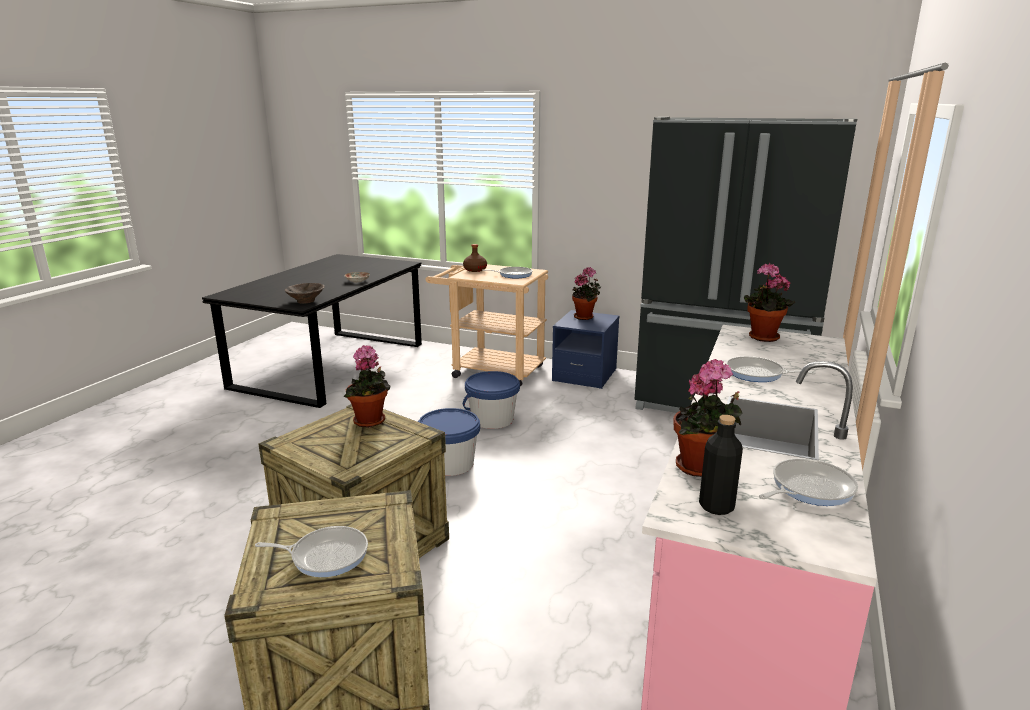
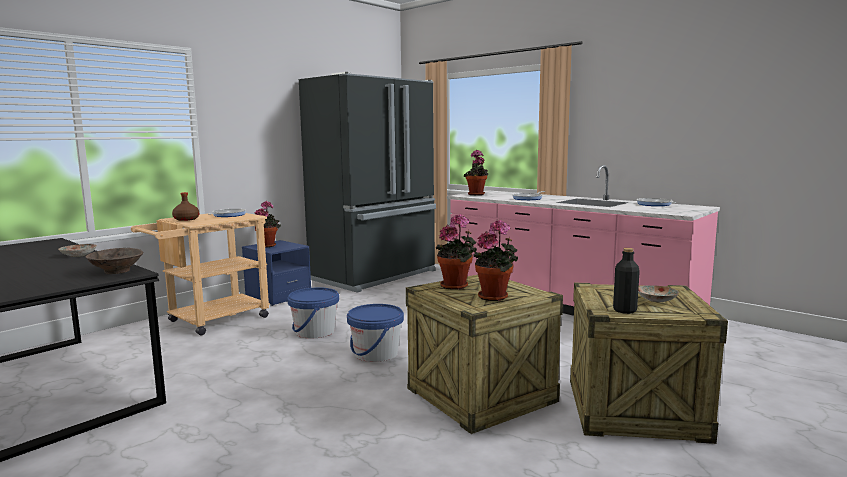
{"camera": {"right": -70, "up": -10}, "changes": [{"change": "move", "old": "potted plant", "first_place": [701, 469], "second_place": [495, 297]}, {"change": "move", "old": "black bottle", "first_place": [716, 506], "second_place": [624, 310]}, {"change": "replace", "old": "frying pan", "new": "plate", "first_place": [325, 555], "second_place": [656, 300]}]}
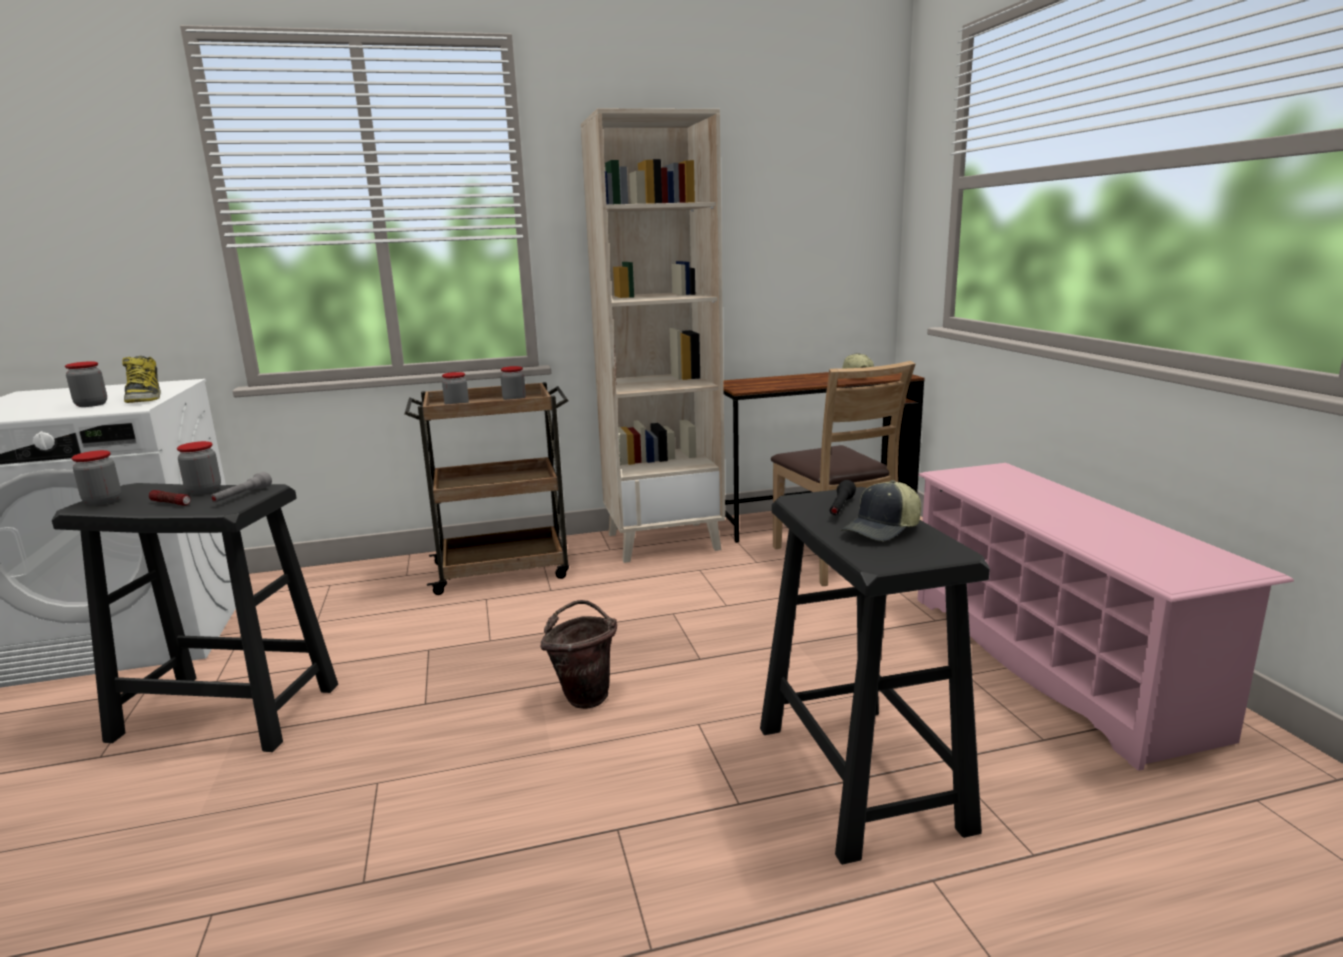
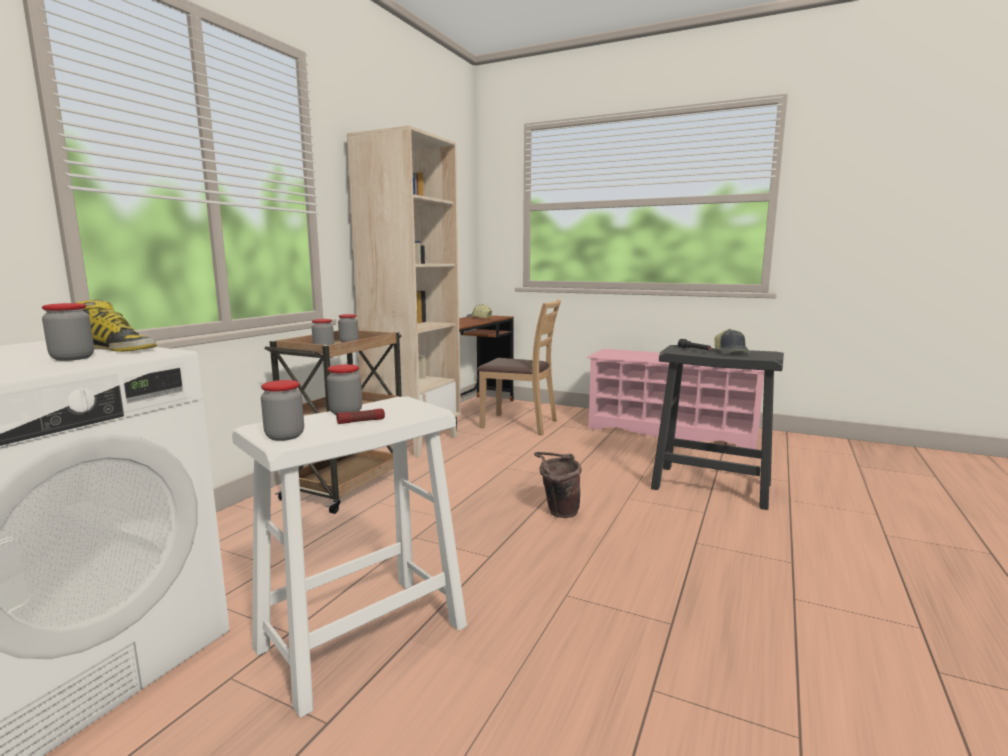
{"camera": {"right": -50, "up": -5}, "changes": [{"change": "delete", "old": "grey flashlight", "first_place": [242, 496]}, {"change": "recolor", "old": "black stool", "new": "white stool", "first_place": [228, 712], "second_place": [364, 636]}]}
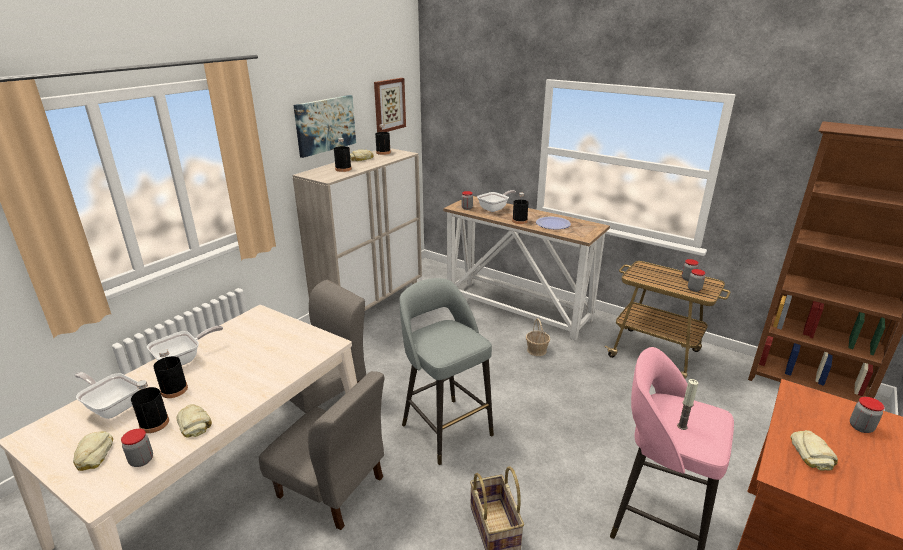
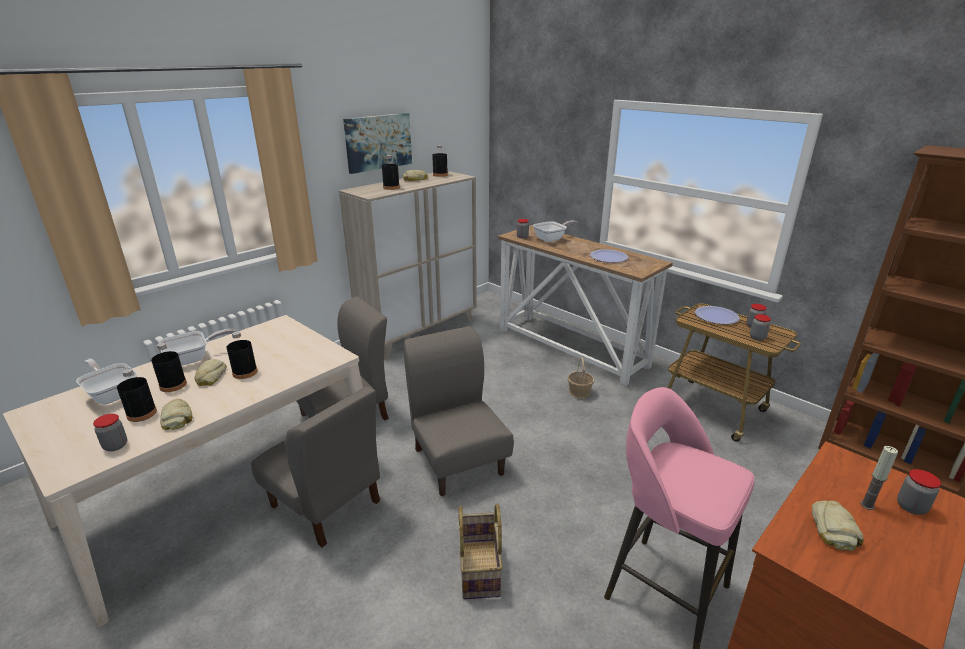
{"camera": {"right": 10, "up": 0}, "changes": [{"change": "delete", "old": "picture", "first_place": [389, 105]}, {"change": "insert", "new": "plate", "second_place": [716, 316]}, {"change": "move", "old": "bread", "first_place": [93, 455], "second_place": [210, 376]}, {"change": "move", "old": "black bottle", "first_place": [519, 221], "second_place": [245, 372]}, {"change": "move", "old": "candle", "first_place": [682, 426], "second_place": [867, 505]}, {"change": "replace", "old": "grey stool", "new": "grey chair", "first_place": [445, 428], "second_place": [458, 460]}]}
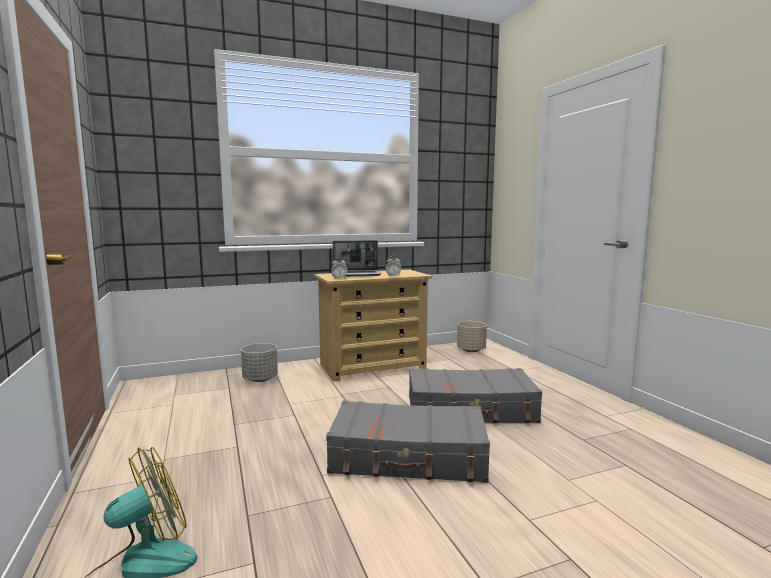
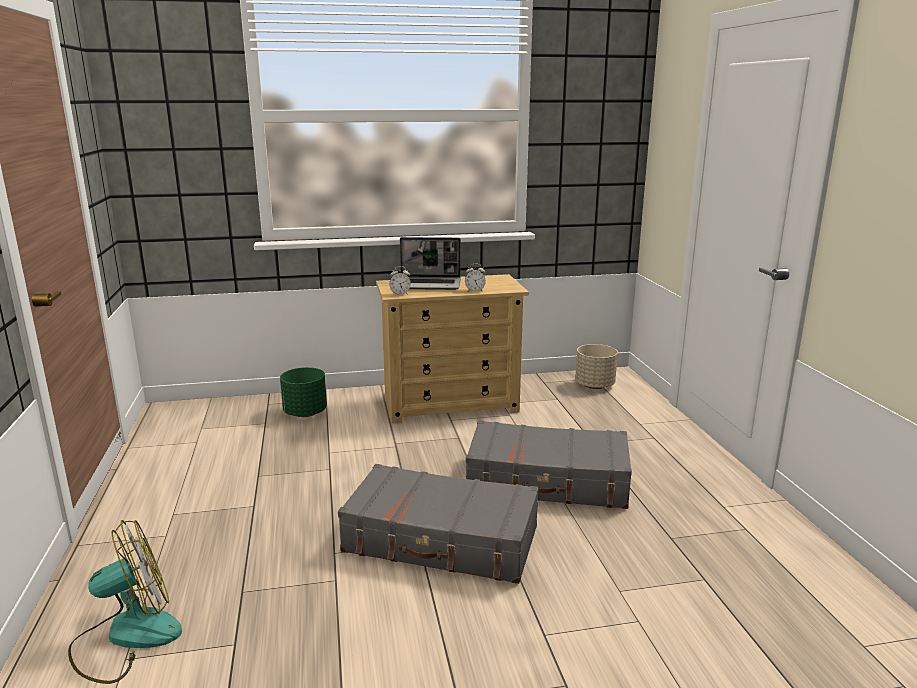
{"camera": {"right": 10, "up": 10}, "changes": [{"change": "recolor", "old": "grey planter", "new": "green planter", "first_place": [260, 379], "second_place": [305, 413]}]}
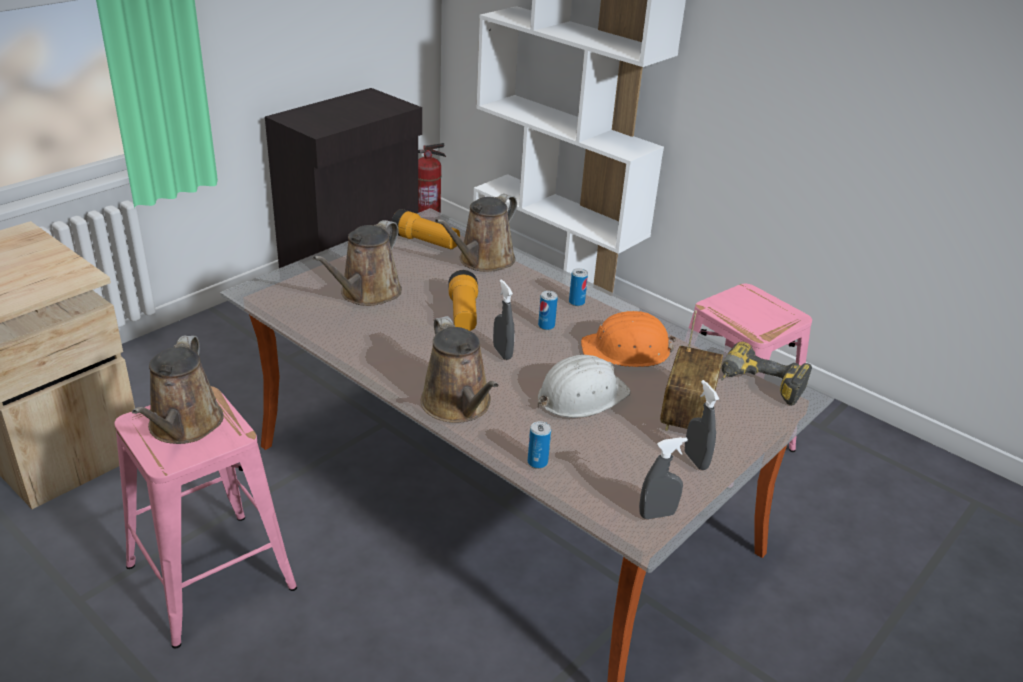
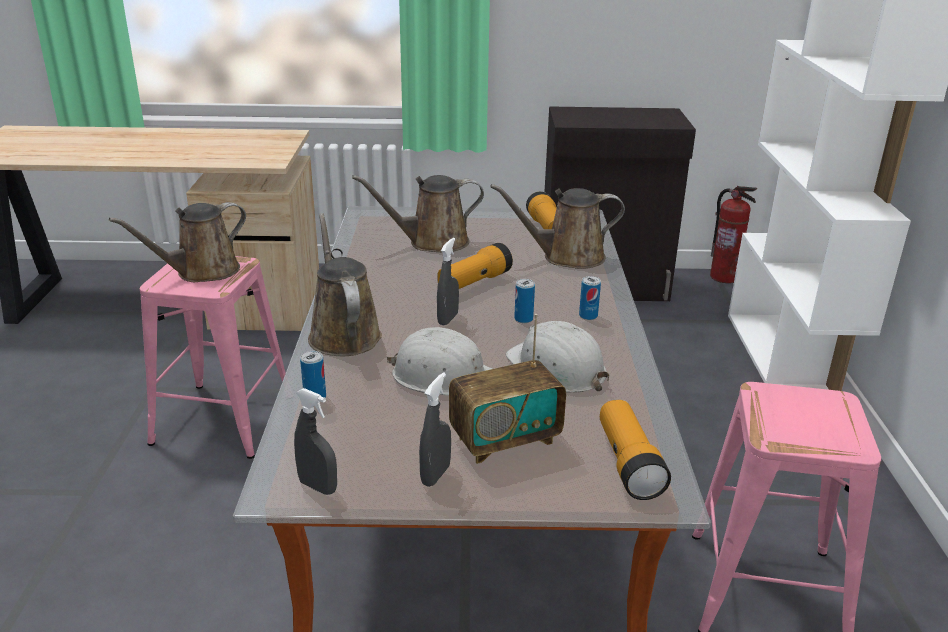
{"camera": {"right": 50, "up": -5}, "changes": [{"change": "replace", "old": "power drill", "new": "flashlight", "first_place": [758, 387], "second_place": [628, 463]}, {"change": "recolor", "old": "orange hard hat", "new": "white hard hat", "first_place": [627, 350], "second_place": [557, 368]}, {"change": "rotate", "old": "brown watering can", "first_place": [459, 406], "second_place": [343, 334], "degrees": 135}]}
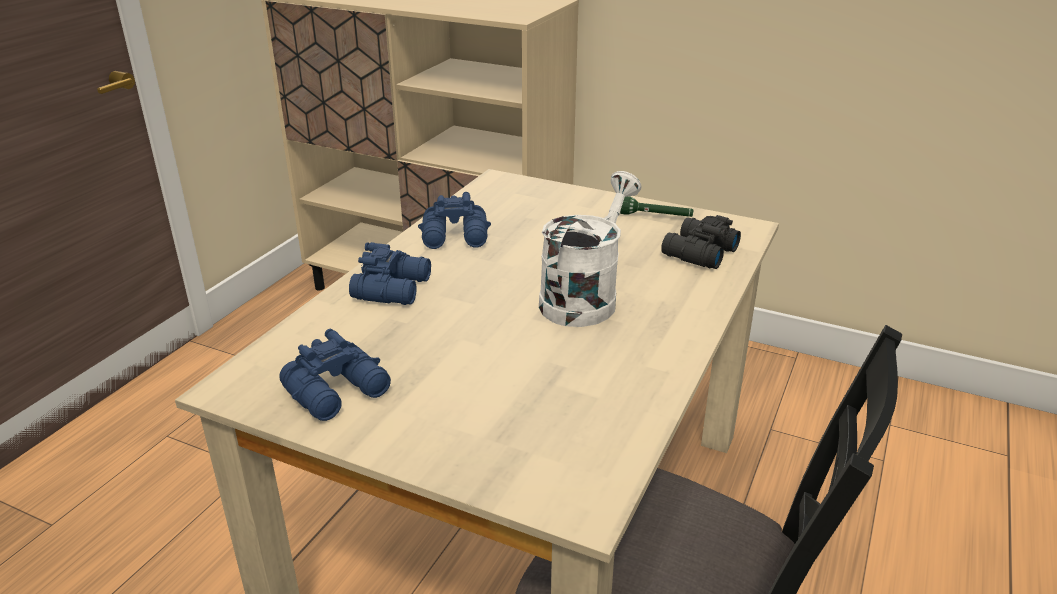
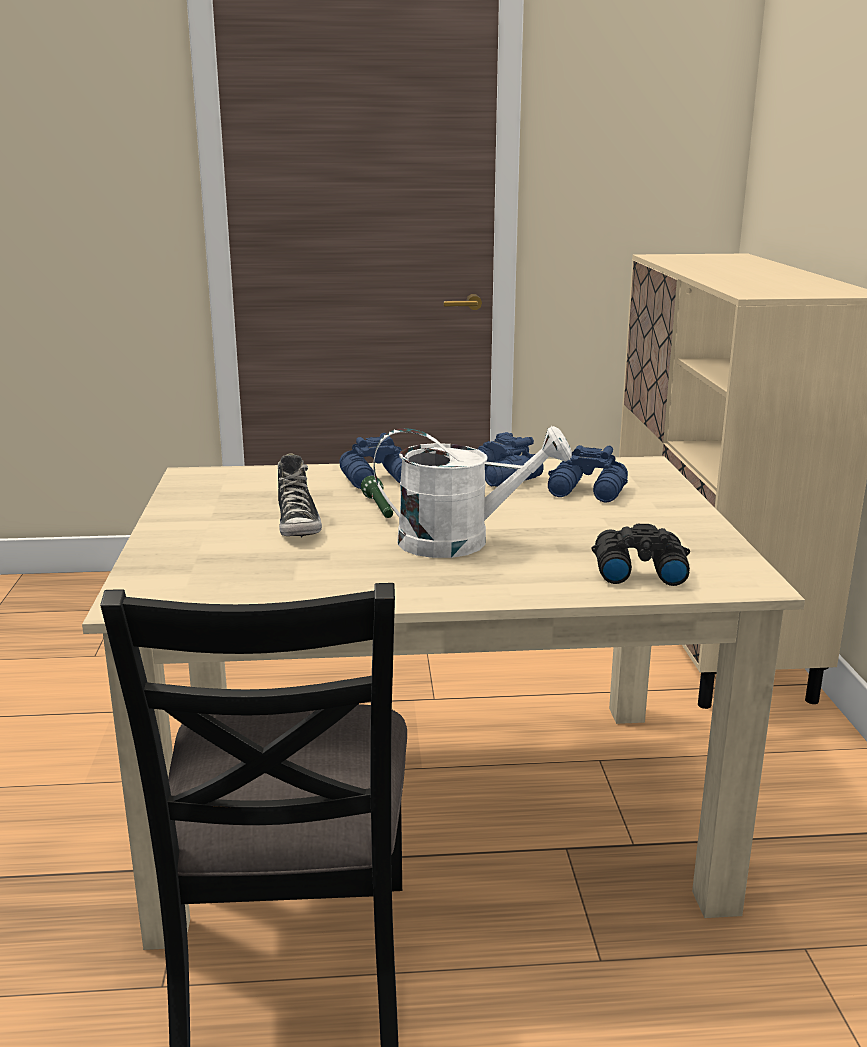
{"camera": {"right": 60, "up": -10}, "changes": [{"change": "insert", "new": "shoe", "second_place": [298, 525]}, {"change": "move", "old": "blue binoculars", "first_place": [340, 392], "second_place": [588, 492]}, {"change": "move", "old": "green flashlight", "first_place": [655, 217], "second_place": [379, 509]}]}
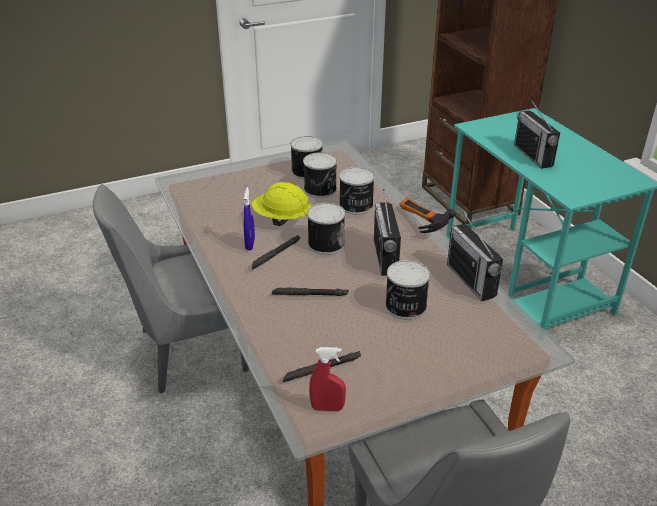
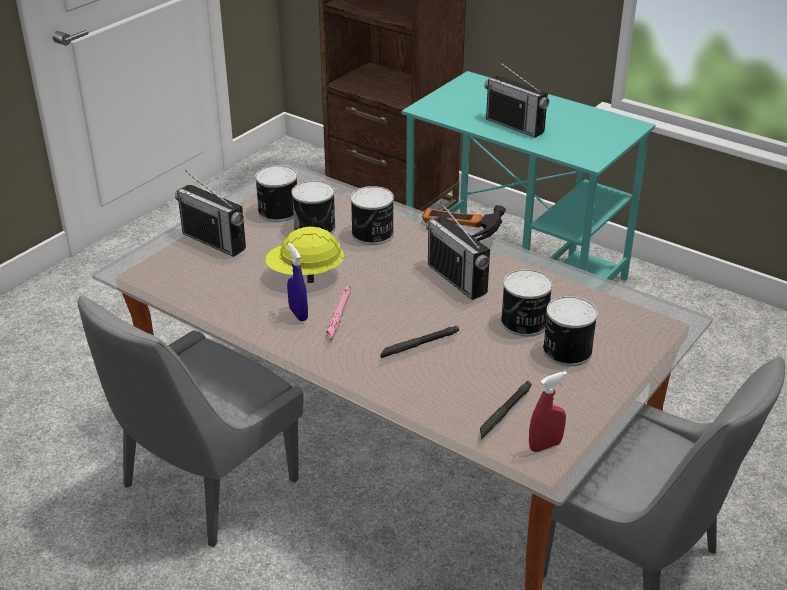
{"camera": {"right": -30, "up": 0}, "changes": [{"change": "move", "old": "can", "first_place": [325, 243], "second_place": [565, 350]}, {"change": "move", "old": "radio", "first_place": [471, 280], "second_place": [214, 241]}, {"change": "recolor", "old": "black flashlight", "new": "pink flashlight", "first_place": [275, 254], "second_place": [339, 315]}]}
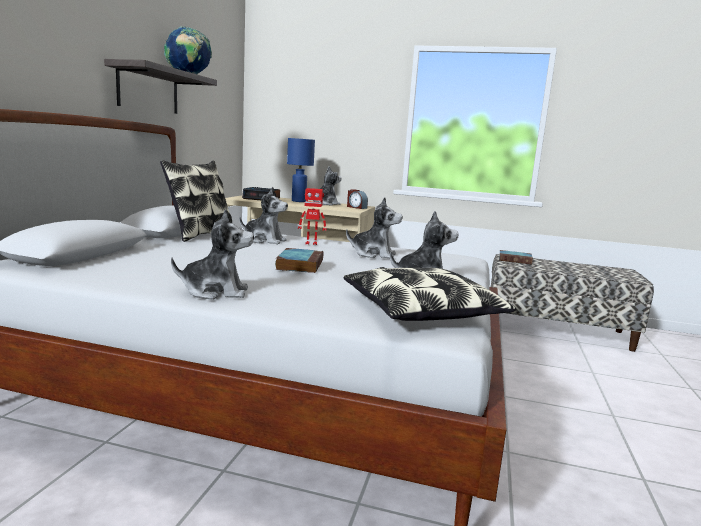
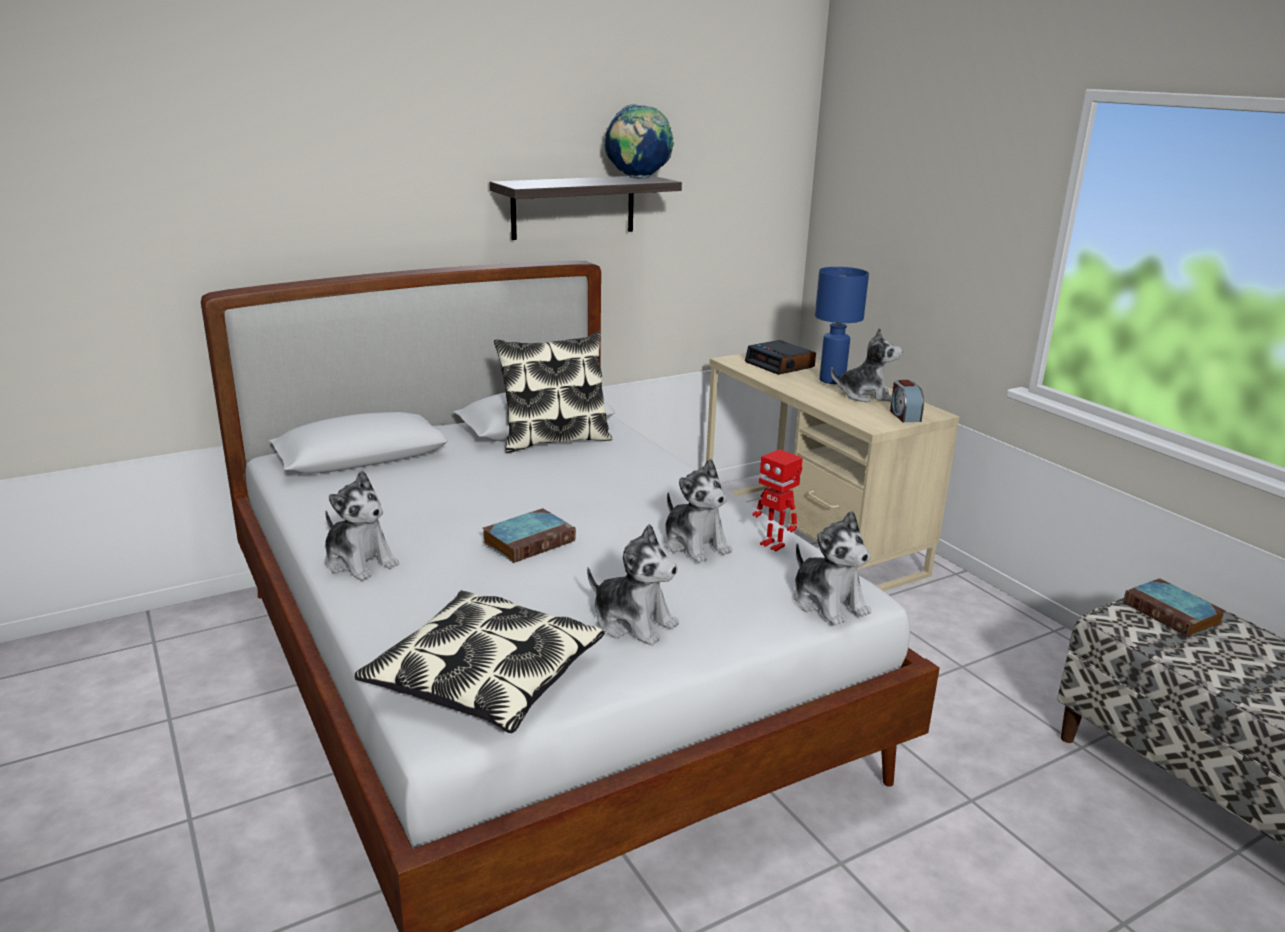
{"camera": {"right": 45, "up": 10}, "changes": [{"change": "move", "old": "plush toy", "first_place": [264, 240], "second_place": [828, 603]}, {"change": "move", "old": "toy robot", "first_place": [311, 243], "second_place": [773, 545]}]}
